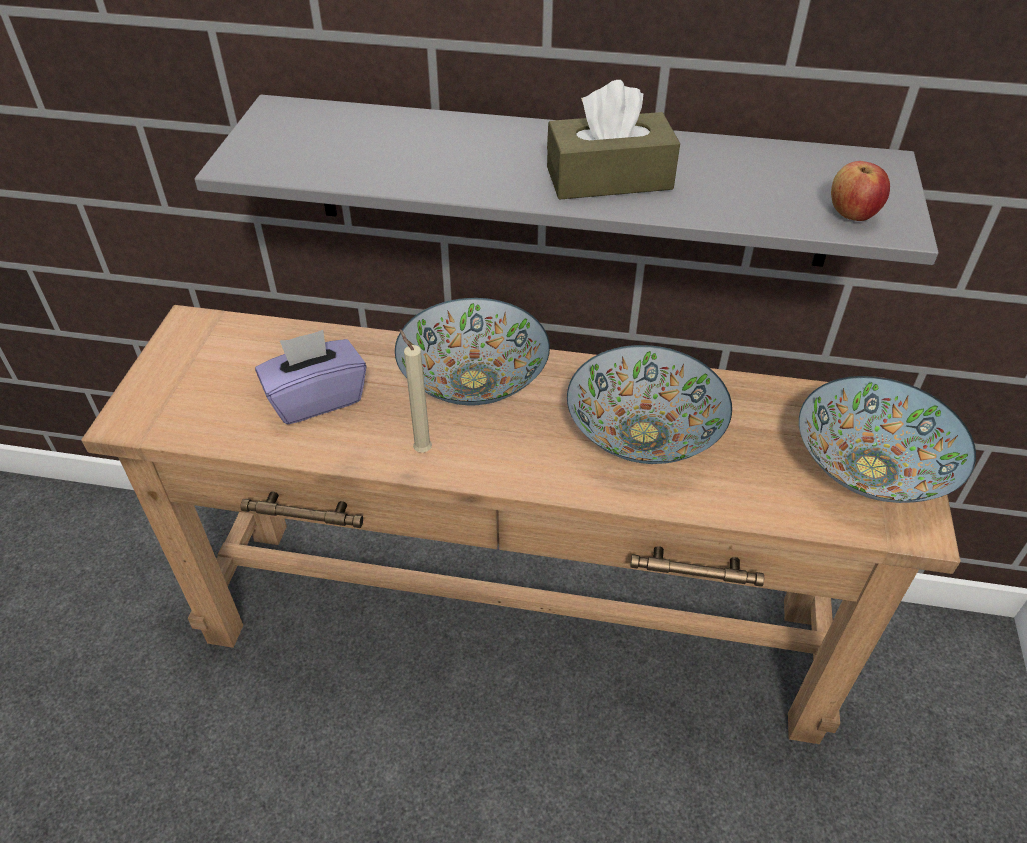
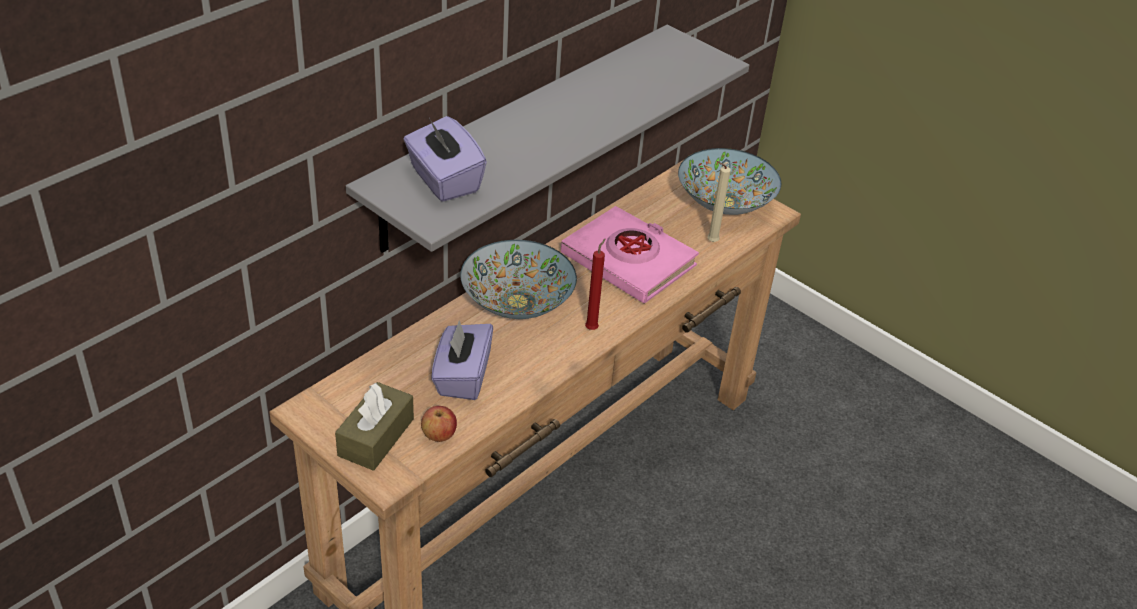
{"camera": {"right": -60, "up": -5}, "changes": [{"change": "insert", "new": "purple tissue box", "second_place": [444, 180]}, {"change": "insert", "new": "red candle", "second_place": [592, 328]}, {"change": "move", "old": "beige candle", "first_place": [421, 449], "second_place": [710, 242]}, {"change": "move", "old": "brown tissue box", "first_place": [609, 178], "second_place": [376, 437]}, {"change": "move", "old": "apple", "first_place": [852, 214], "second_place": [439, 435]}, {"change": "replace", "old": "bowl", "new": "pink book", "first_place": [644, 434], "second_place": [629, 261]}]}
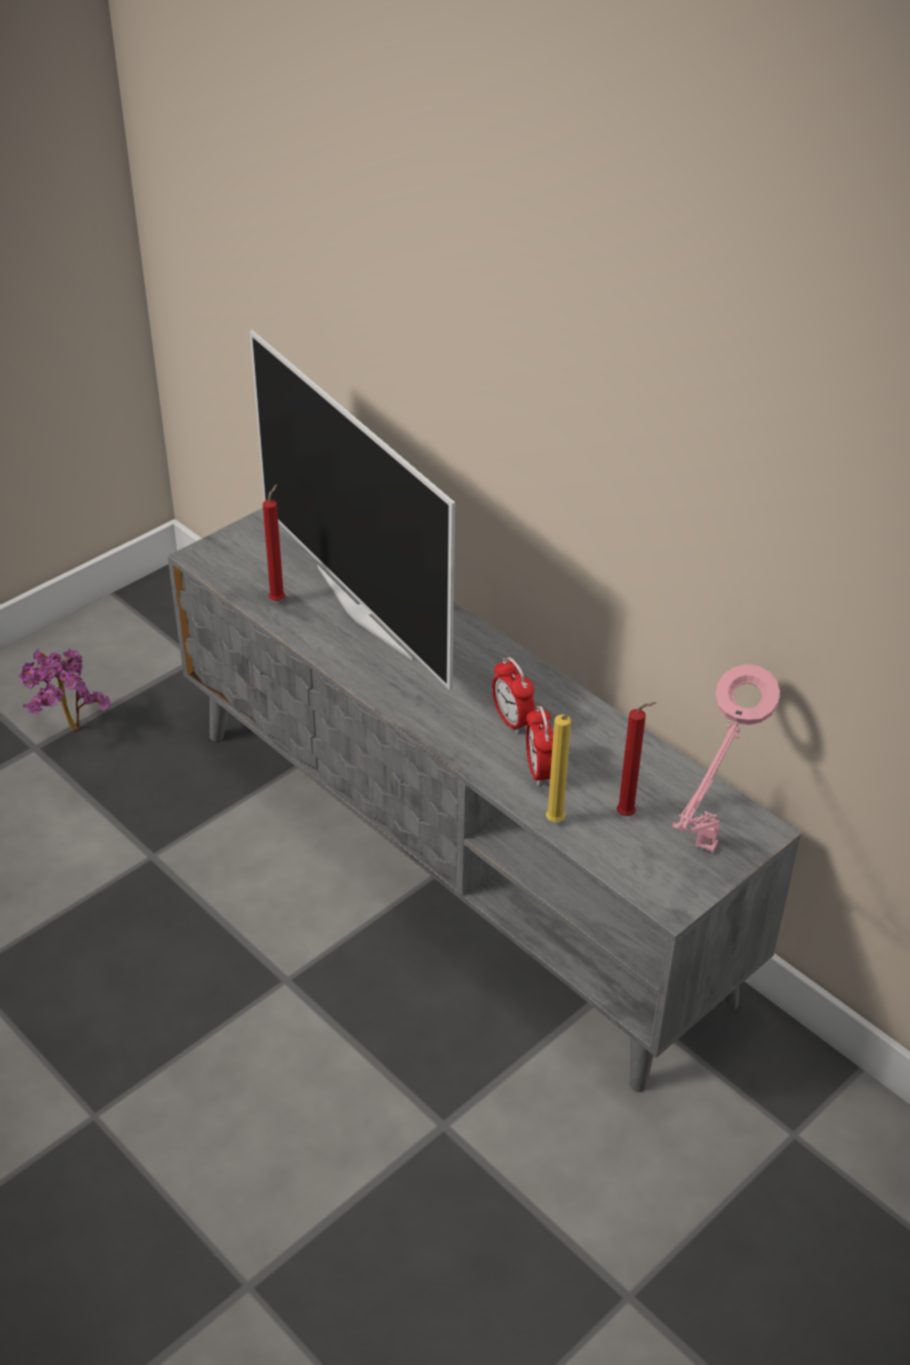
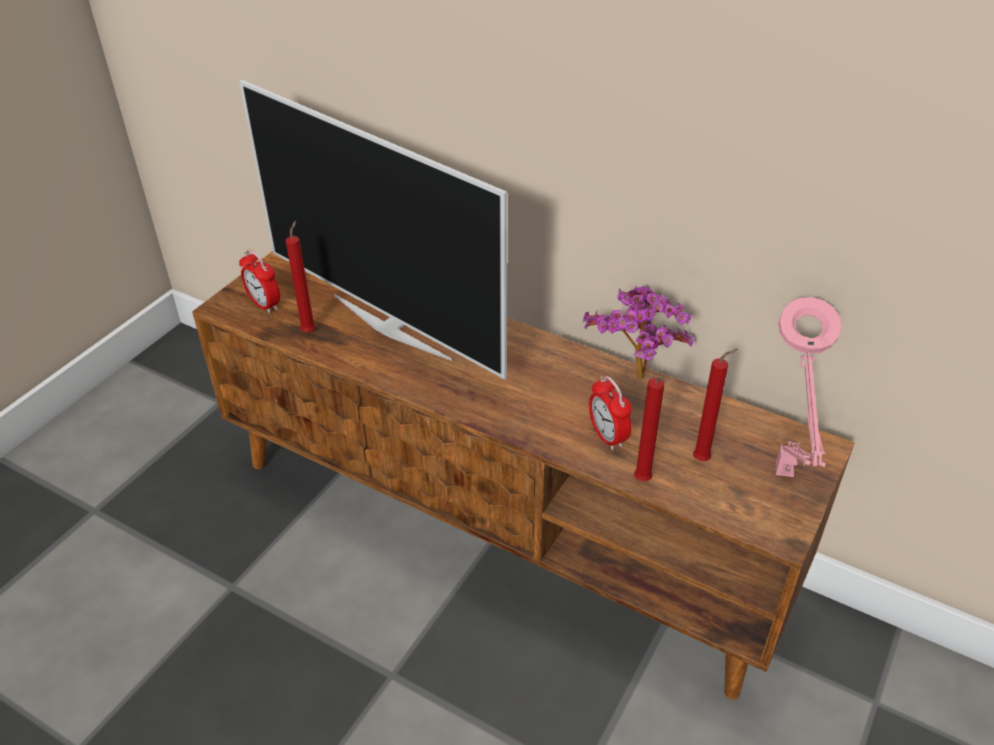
{"camera": {"right": -15, "up": 0}, "changes": [{"change": "move", "old": "potted plant", "first_place": [68, 732], "second_place": [637, 382]}, {"change": "move", "old": "alarm clock", "first_place": [512, 721], "second_place": [264, 305]}, {"change": "recolor", "old": "grey tv stand", "new": "brown tv stand", "first_place": [455, 860], "second_place": [501, 527]}, {"change": "recolor", "old": "yellow candle", "new": "red candle", "first_place": [554, 823], "second_place": [643, 482]}]}
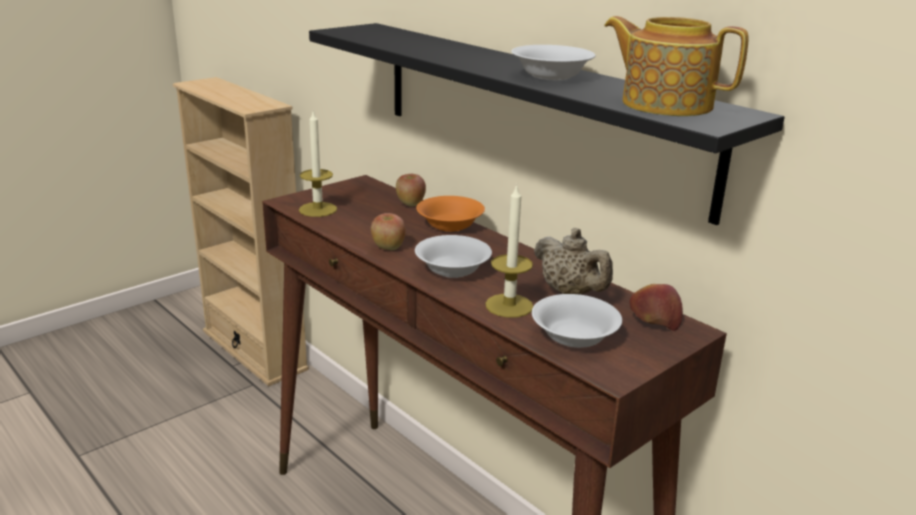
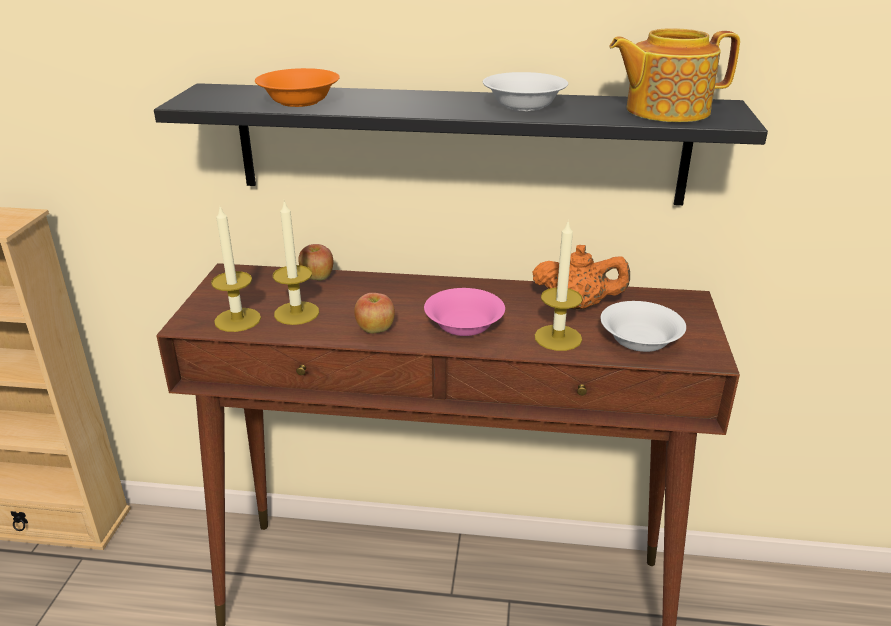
{"camera": {"right": -40, "up": 5}, "changes": [{"change": "delete", "old": "apple", "first_place": [654, 319]}, {"change": "insert", "new": "candle", "second_place": [296, 313]}, {"change": "move", "old": "orange bowl", "first_place": [450, 226], "second_place": [300, 101]}, {"change": "recolor", "old": "white bowl", "new": "pink bowl", "first_place": [451, 269], "second_place": [463, 326]}, {"change": "recolor", "old": "beige teapot", "new": "orange teapot", "first_place": [570, 293], "second_place": [577, 306]}]}
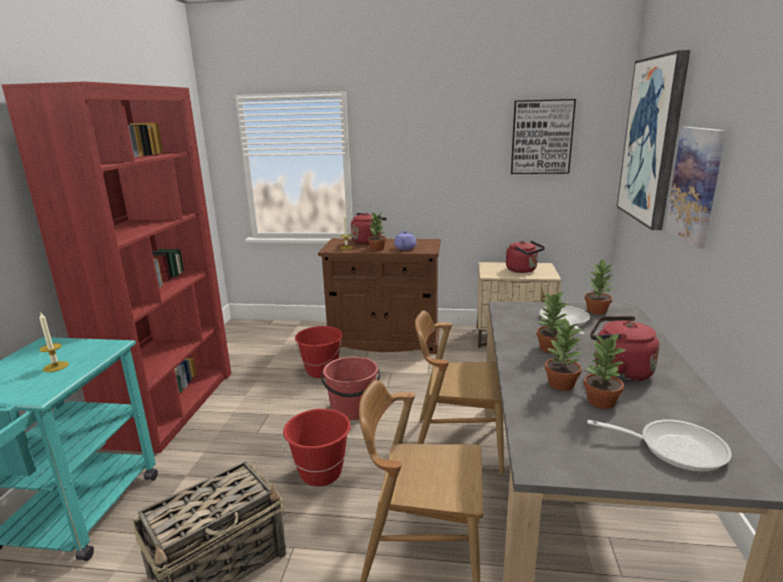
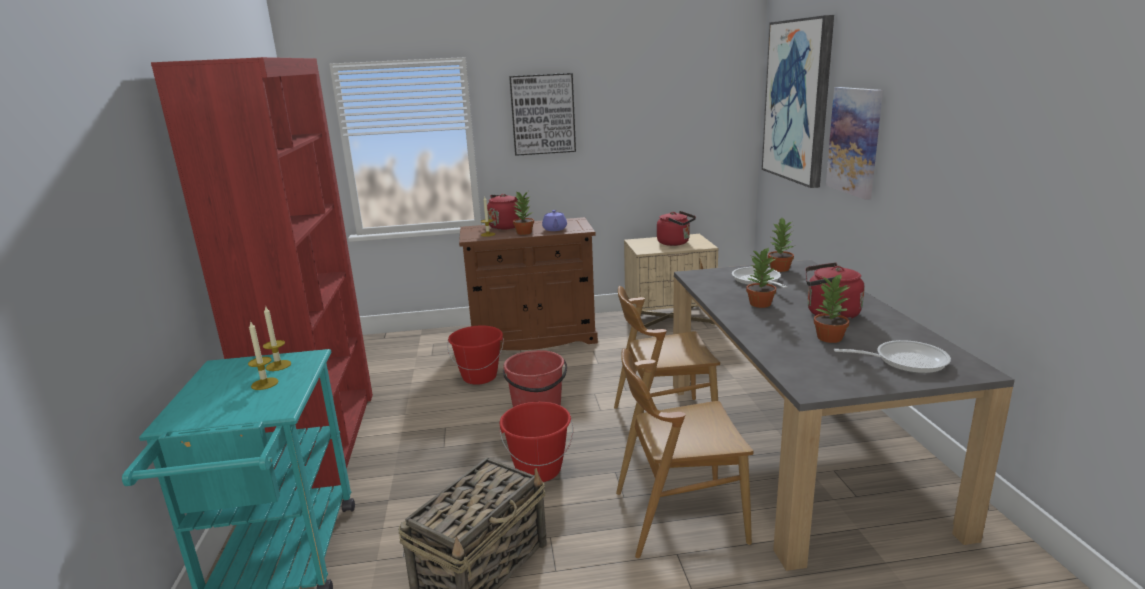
{"camera": {"right": -15, "up": 0}, "changes": [{"change": "delete", "old": "potted plant", "first_place": [561, 384]}, {"change": "insert", "new": "candle", "second_place": [278, 365]}, {"change": "move", "old": "picture", "first_place": [541, 137], "second_place": [543, 114]}]}
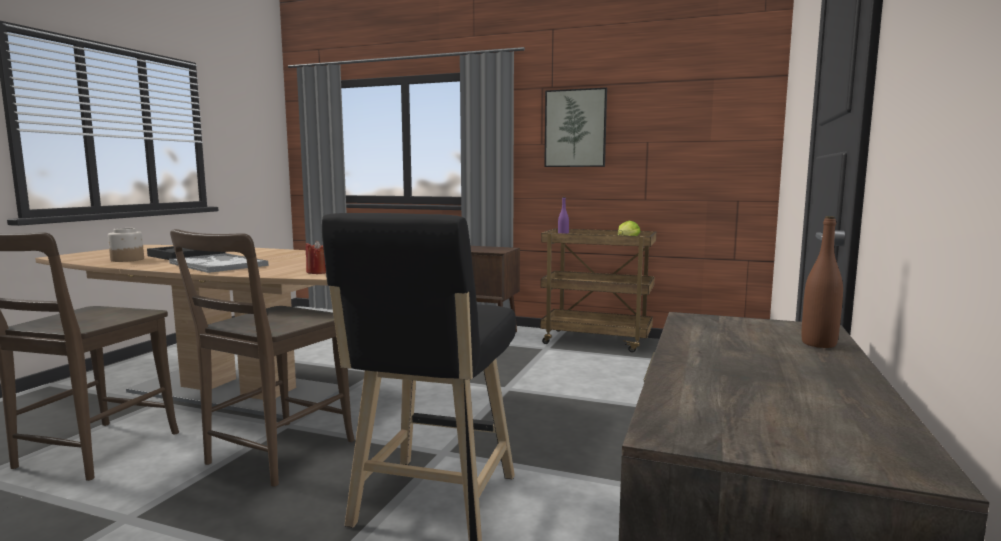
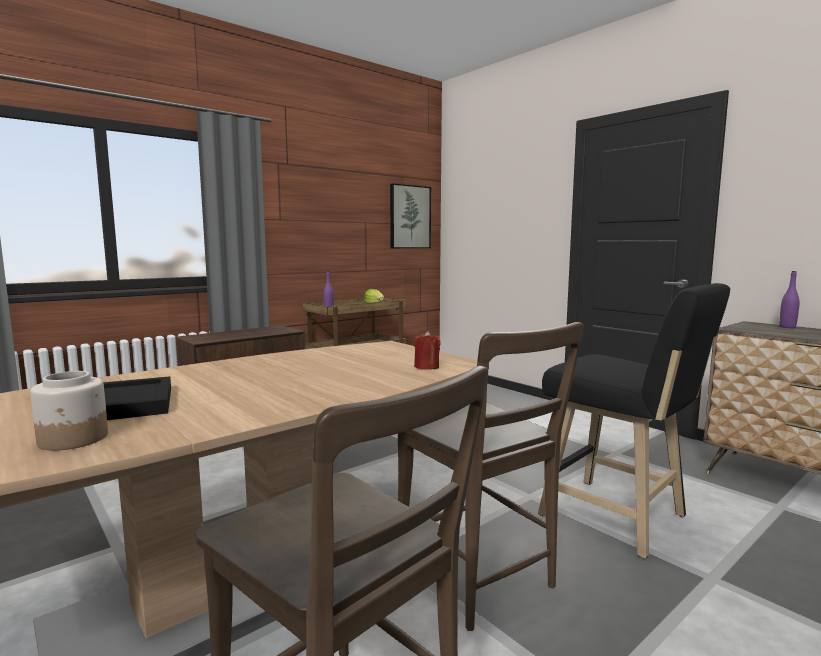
{"camera": {"right": -60, "up": 0}, "changes": [{"change": "delete", "old": "tray", "first_place": [217, 264]}, {"change": "move", "old": "picture", "first_place": [575, 128], "second_place": [409, 217]}, {"change": "recolor", "old": "brown bottle", "new": "purple bottle", "first_place": [818, 344], "second_place": [787, 327]}]}
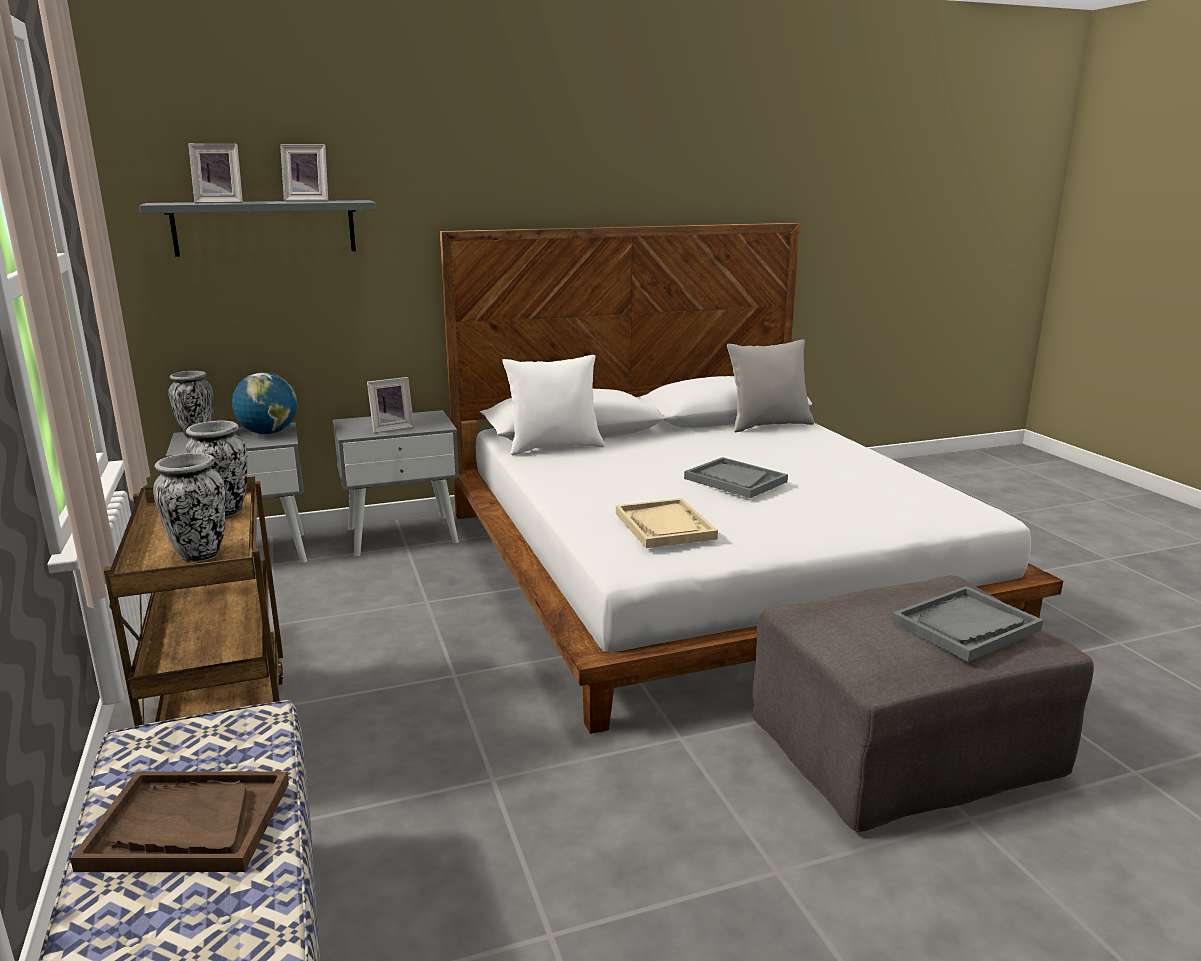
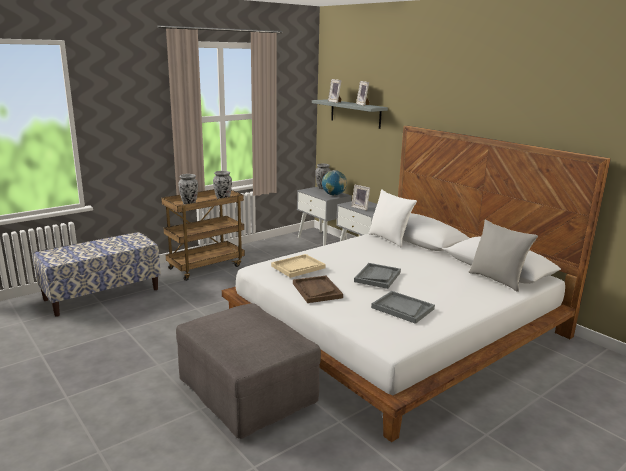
{"camera": {"right": 70, "up": 0}, "changes": [{"change": "move", "old": "brown tray", "first_place": [187, 825], "second_place": [317, 290]}, {"change": "move", "old": "grey tray", "first_place": [965, 626], "second_place": [402, 308]}]}
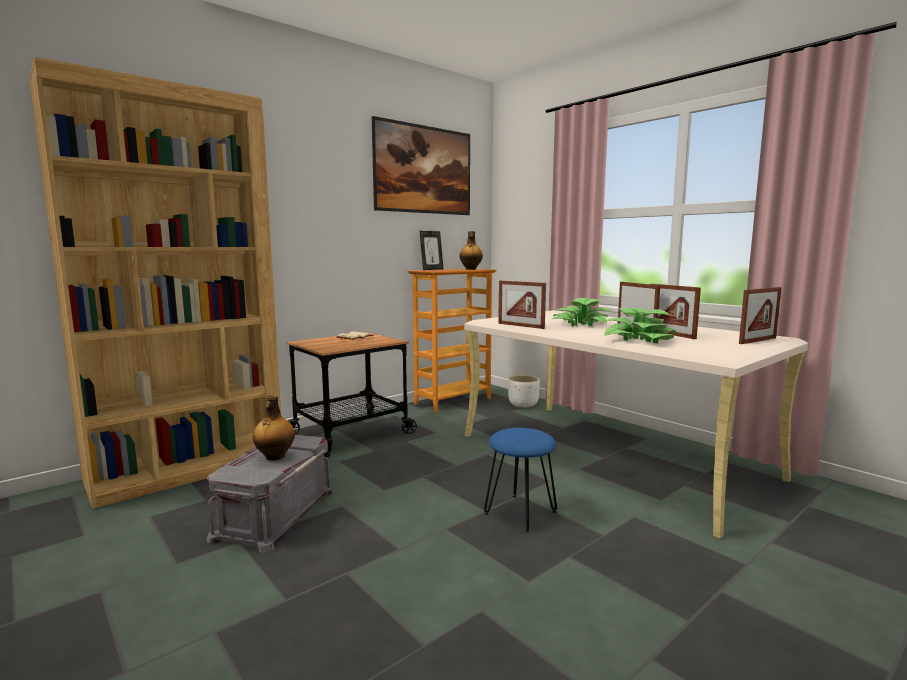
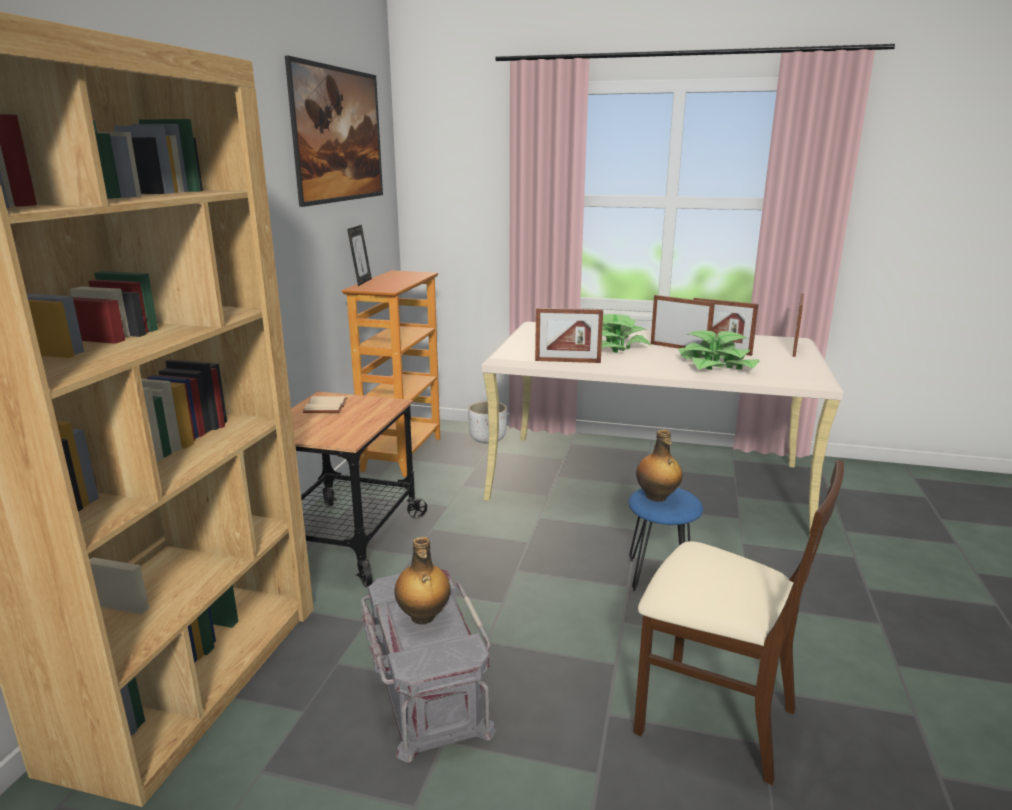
{"camera": {"right": -35, "up": 10}, "changes": [{"change": "insert", "new": "beige chair", "second_place": [713, 717]}, {"change": "move", "old": "bottle", "first_place": [470, 269], "second_place": [657, 497]}]}
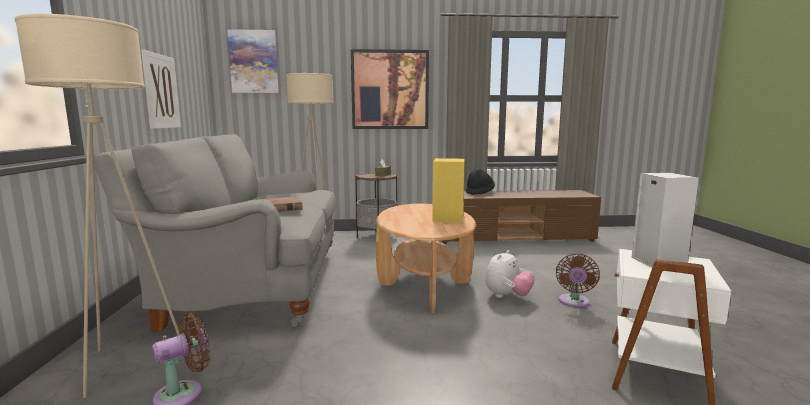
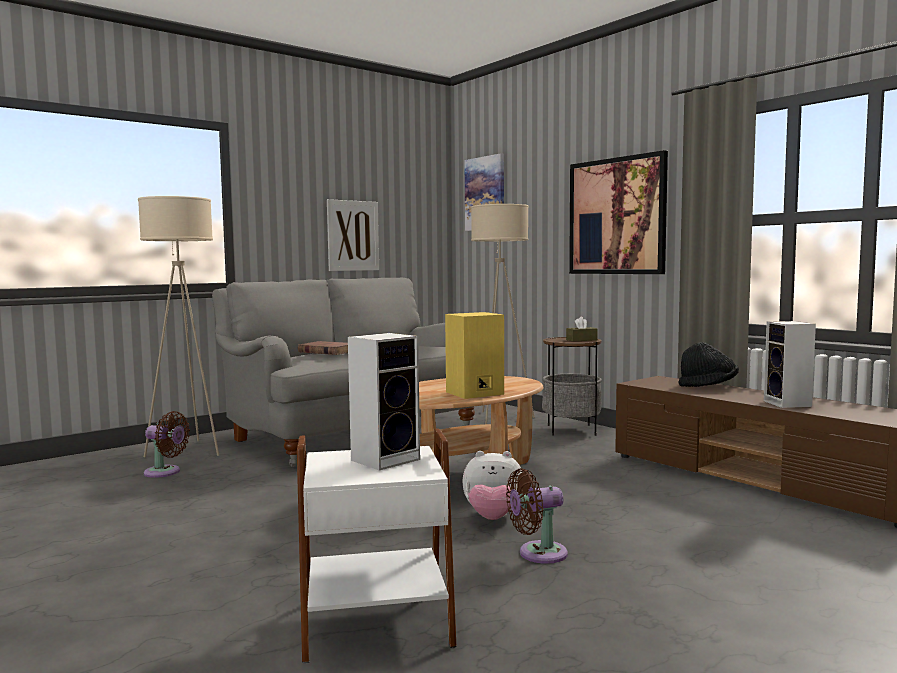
{"camera": {"right": 55, "up": -5}, "changes": [{"change": "insert", "new": "speaker", "second_place": [789, 404]}]}
